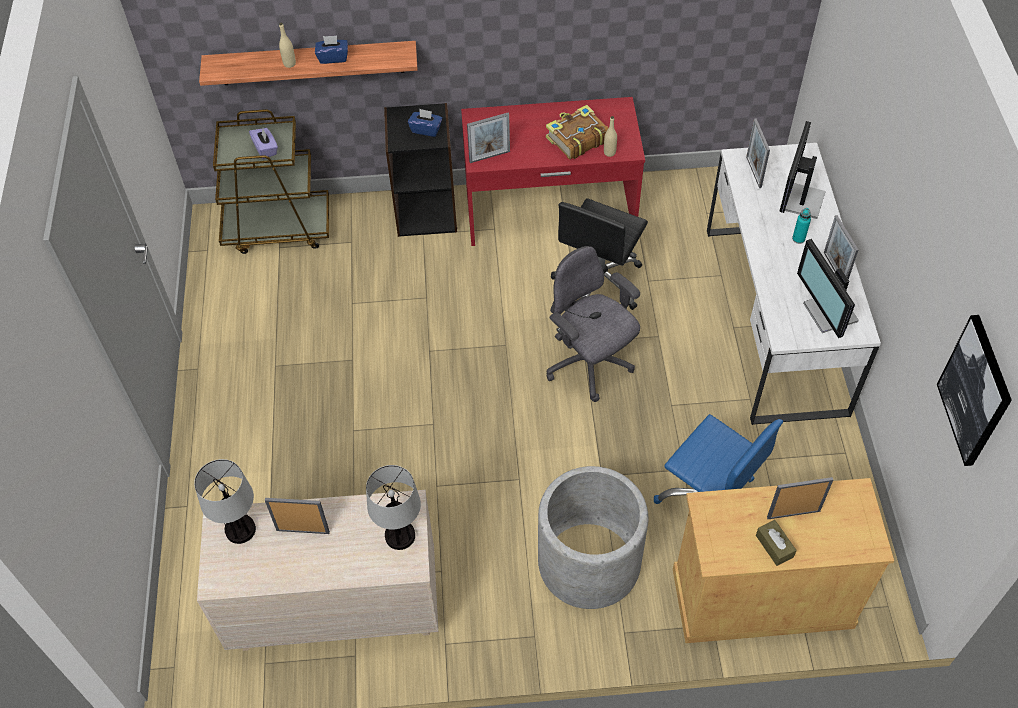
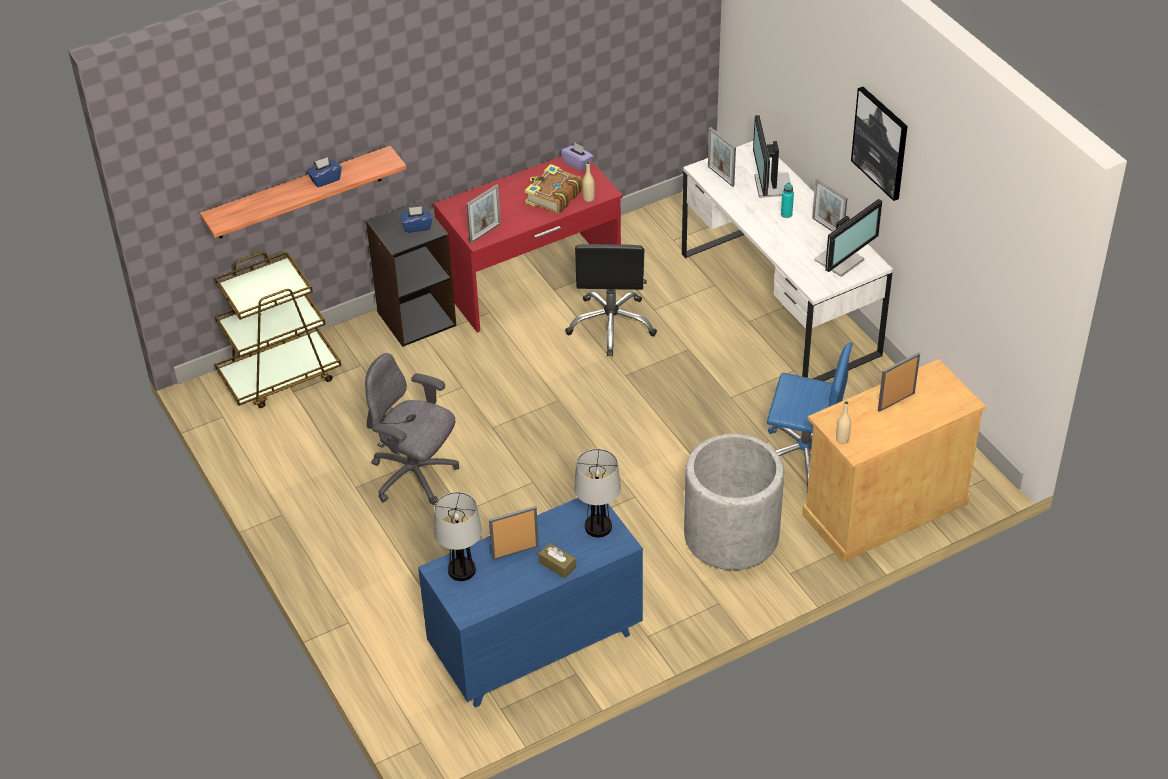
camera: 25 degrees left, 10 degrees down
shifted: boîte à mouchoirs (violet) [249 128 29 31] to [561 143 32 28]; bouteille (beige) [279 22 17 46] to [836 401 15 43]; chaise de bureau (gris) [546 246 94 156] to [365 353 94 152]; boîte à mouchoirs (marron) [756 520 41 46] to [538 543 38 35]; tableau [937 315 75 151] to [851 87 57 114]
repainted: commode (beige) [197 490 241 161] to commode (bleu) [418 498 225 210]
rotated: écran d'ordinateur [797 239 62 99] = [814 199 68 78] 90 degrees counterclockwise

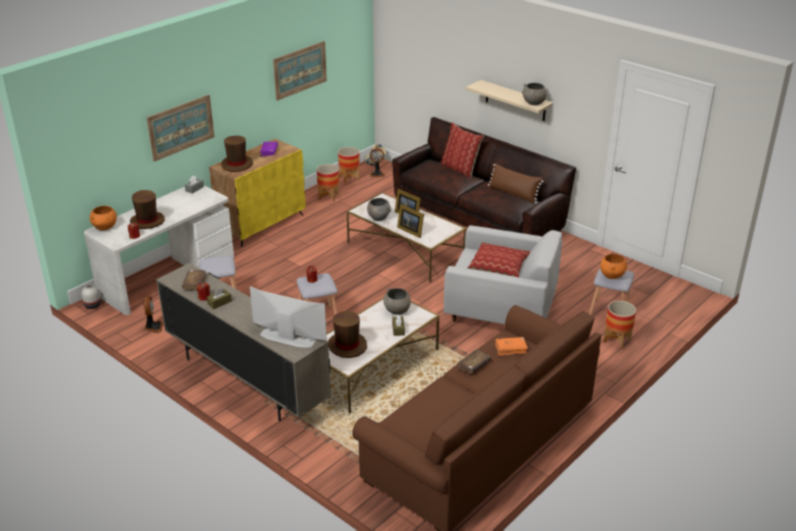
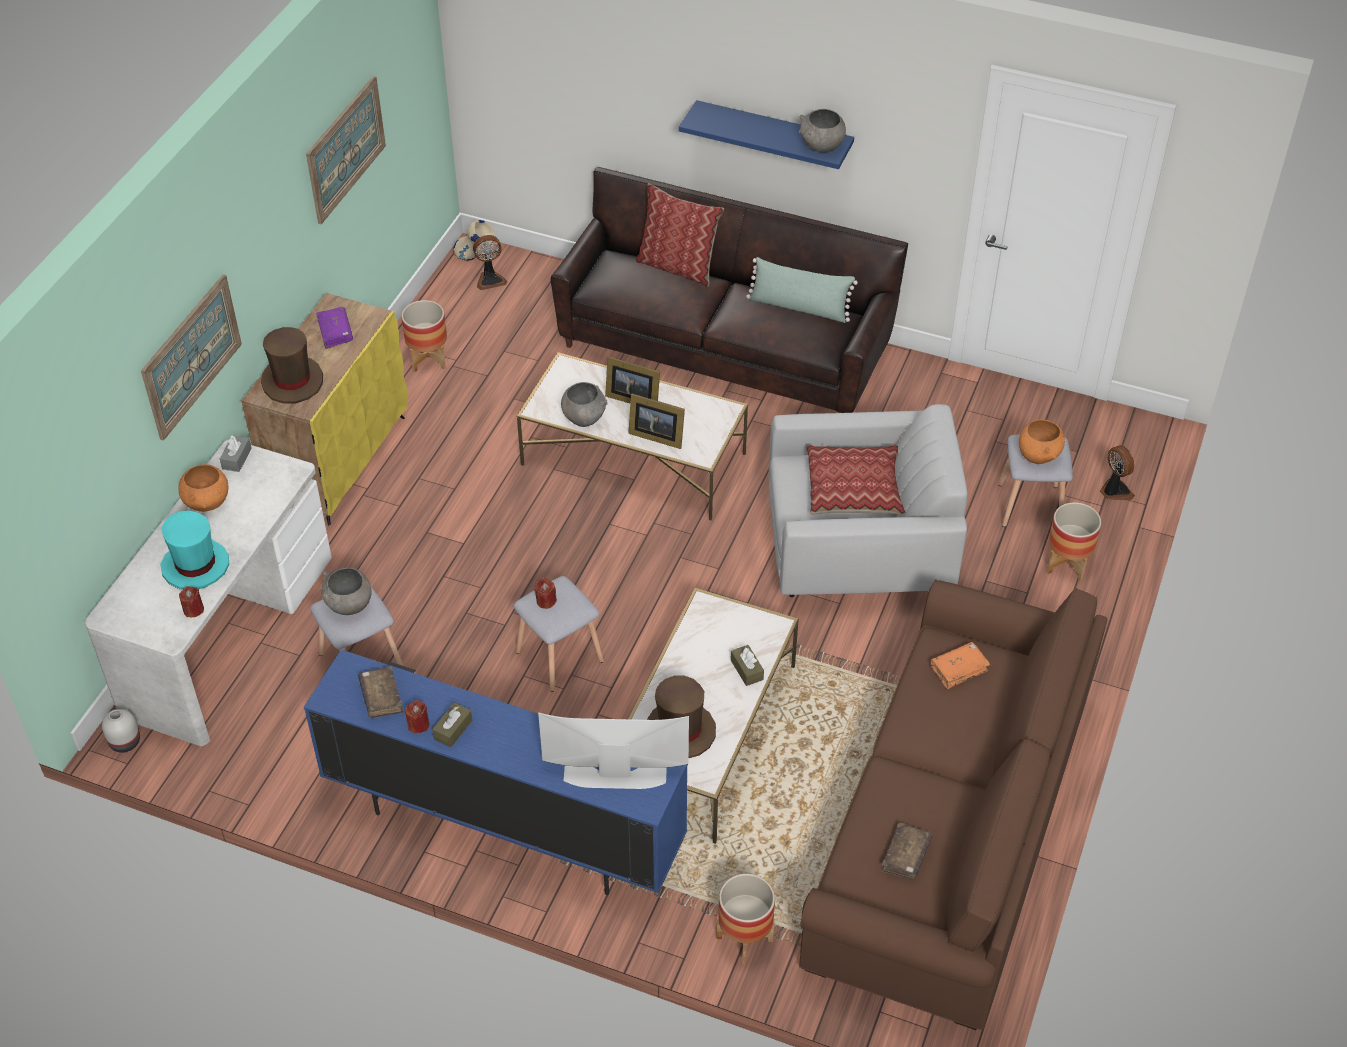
camera: 20 degrees left, 15 degrees up
shifted: bol (orange) [90 206 27 24] to [178 464 50 48]; ventilateur [144 297 19 36] to [1100 445 35 55]; cache-pot [338 147 22 36] to [717 874 58 90]; bol (gris) [383 288 28 27] to [321 567 51 48]; livre (marron) [457 349 34 25] to [882 822 51 58]
repainted: chapeau (marron) [130 190 35 39] to chapeau (turquoise) [160 510 69 80]; meuble télé (beige) [156 263 175 158] to meuble télé (bleu) [304 650 384 245]; étagère (beige) [466 80 87 41] to étagère (bleu) [679 100 175 69]; coussin (marron) [488 163 55 41] to coussin (vert) [746 257 112 66]

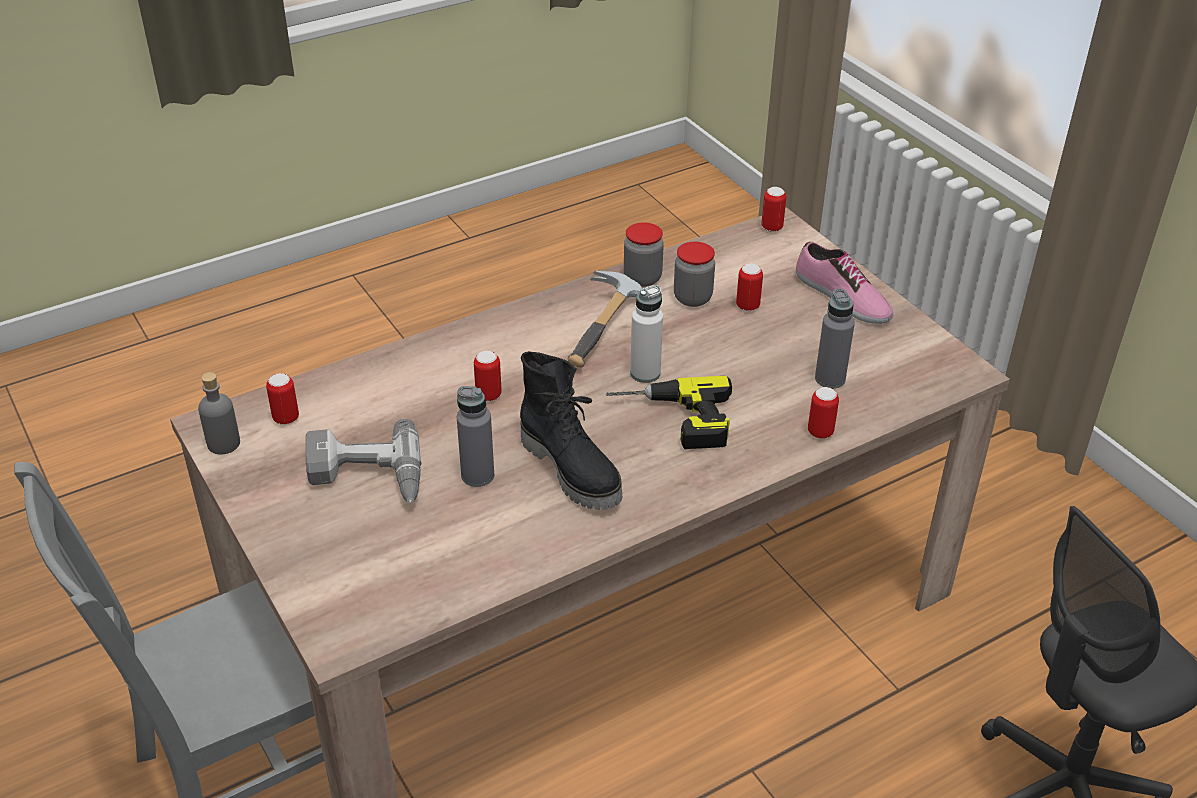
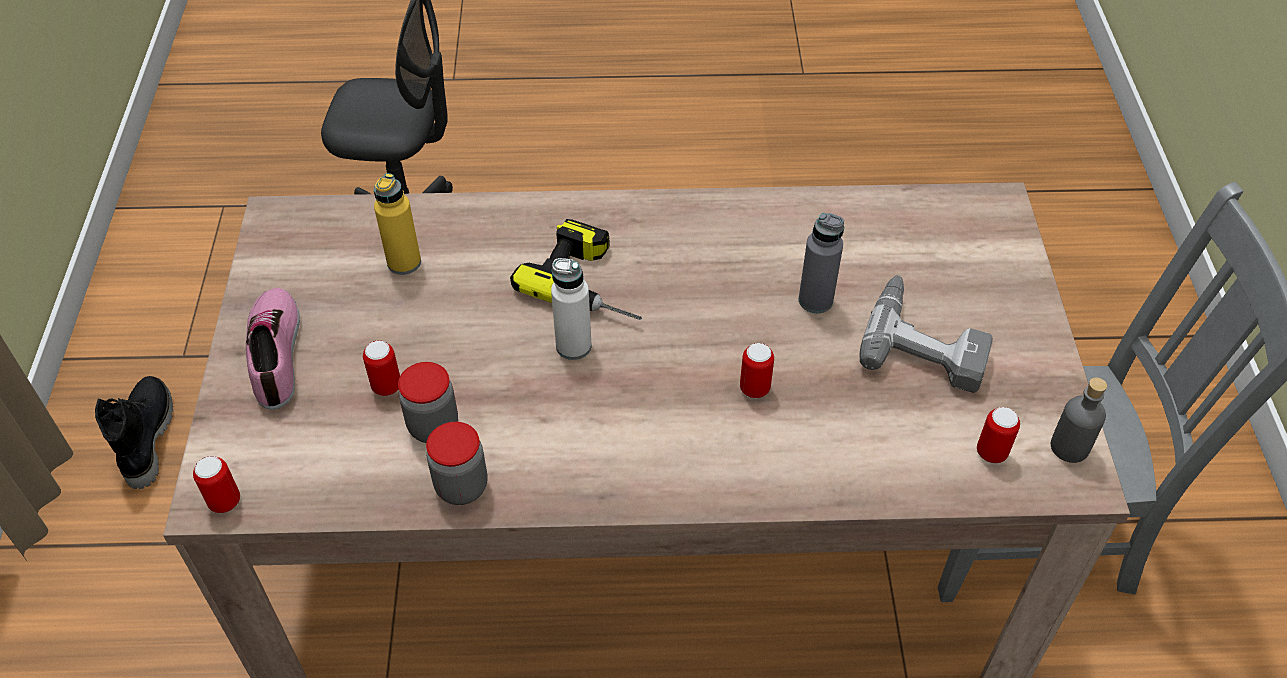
camera: 150 degrees left, 10 degrees up
gone: marteau [568 271 75 97]; boîte métallique [808 387 31 52]
shifted: botte (noir) [520 351 102 159] to [95 376 78 113]
repainted: bouteille (gris) [815 289 40 100] to bouteille (jaune) [374 173 47 102]

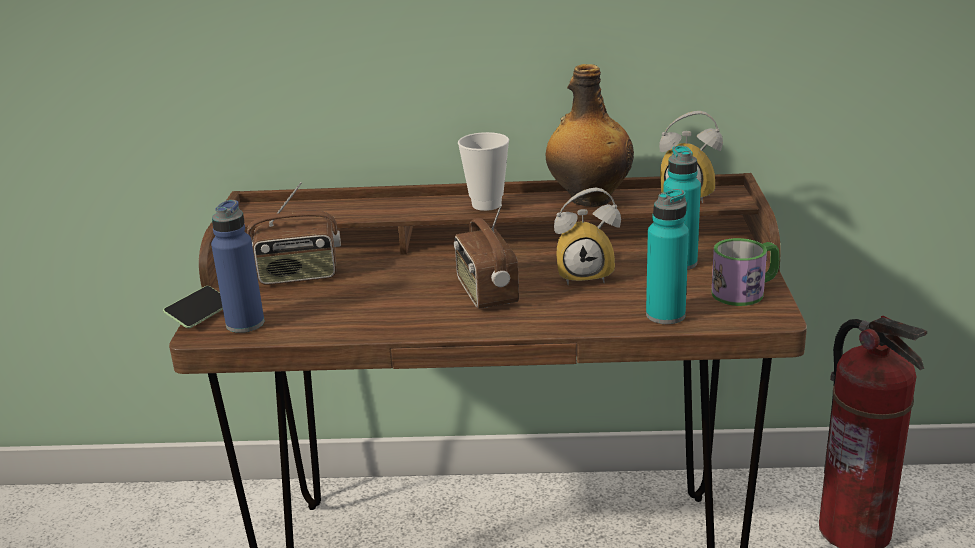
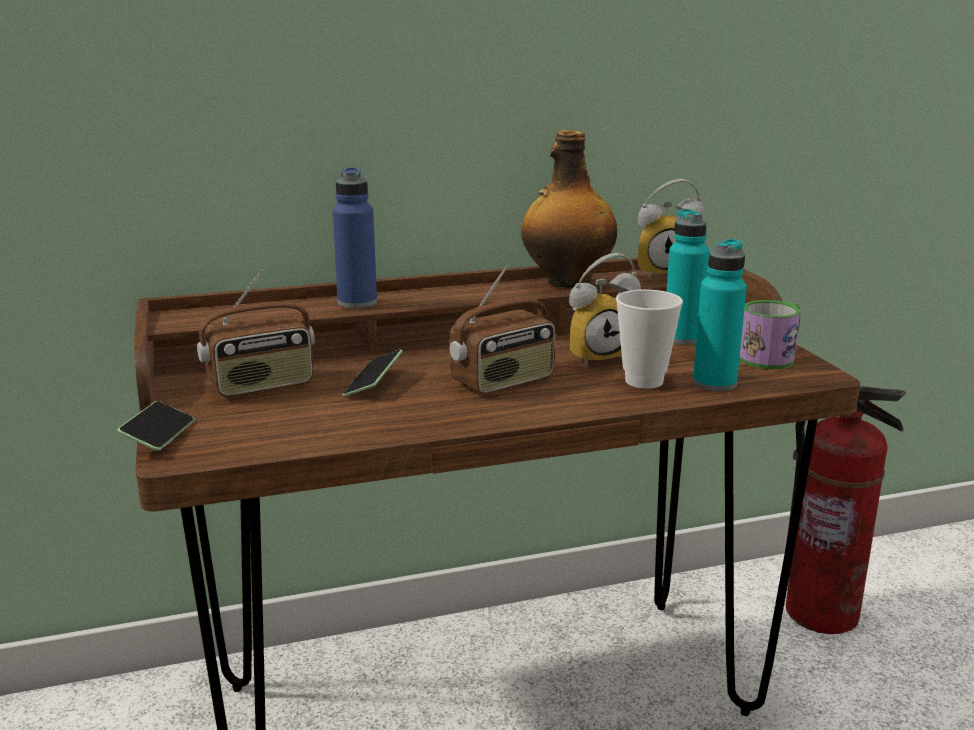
camera: 20 degrees left, 5 degrees down
new: téléphone [342 349 61 48]
shifted: bouteille (bleu) [211 200 54 133] to [332 167 45 141]; tasse [458 132 51 79] to [616 289 67 100]
rotated: radio [454 204 65 105] = [449 264 106 130] 90 degrees counterclockwise

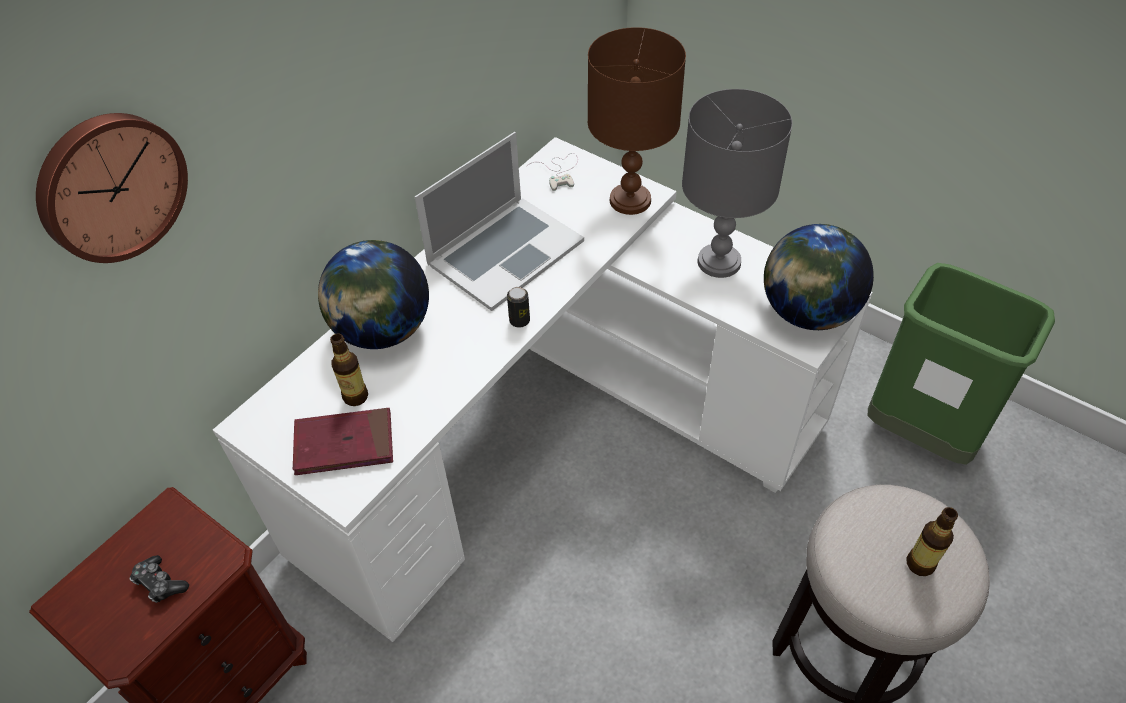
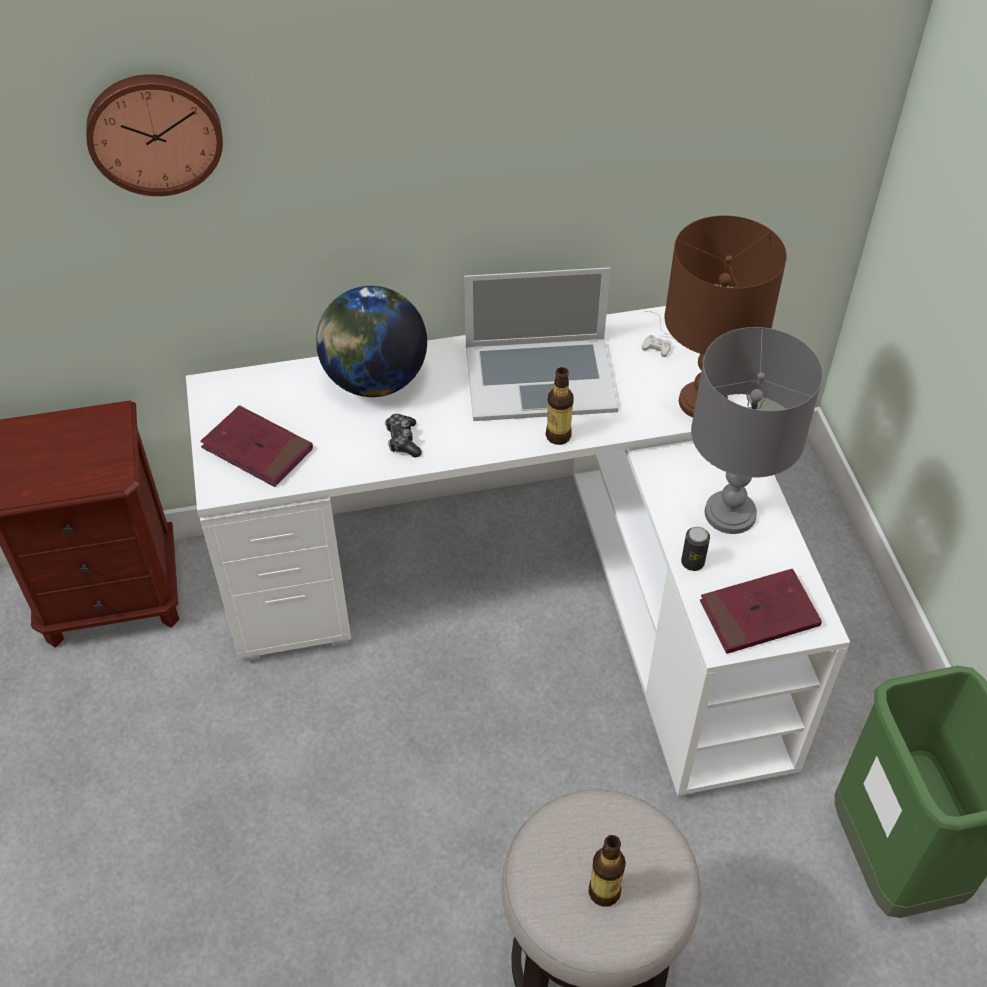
camera: 40 degrees right, 0 degrees up
shifted: manette [129 555 60 48] to [385 414 37 43]; bouteille [330 333 38 73] to [546 367 28 78]; boîte métallique [507 287 23 41] to [681 527 29 44]
swapped: globe [764 224 110 106] to livre (rouge) [700 569 122 85]

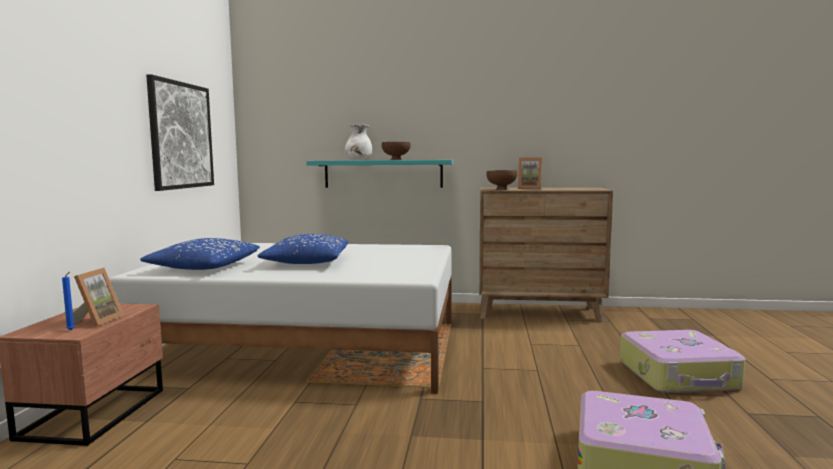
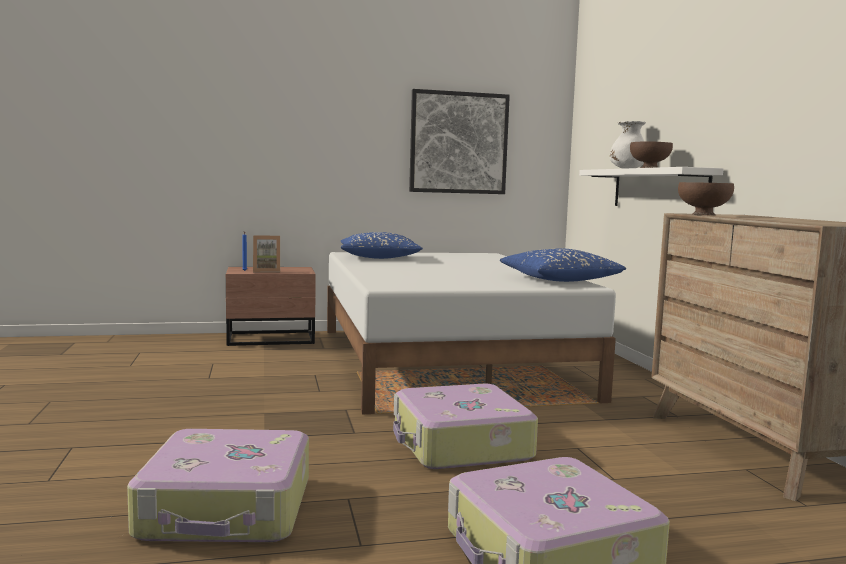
camera: 70 degrees right, 0 degrees up
gone: cadre photo [518 157 24 32]
new: valise [393 384 145 85]
shifted: coussin (bleu) [257 234 92 30] to [500 249 126 33]
repainted: étagère (turquoise) [307 160 146 28] to étagère (blanc) [579 167 144 39]

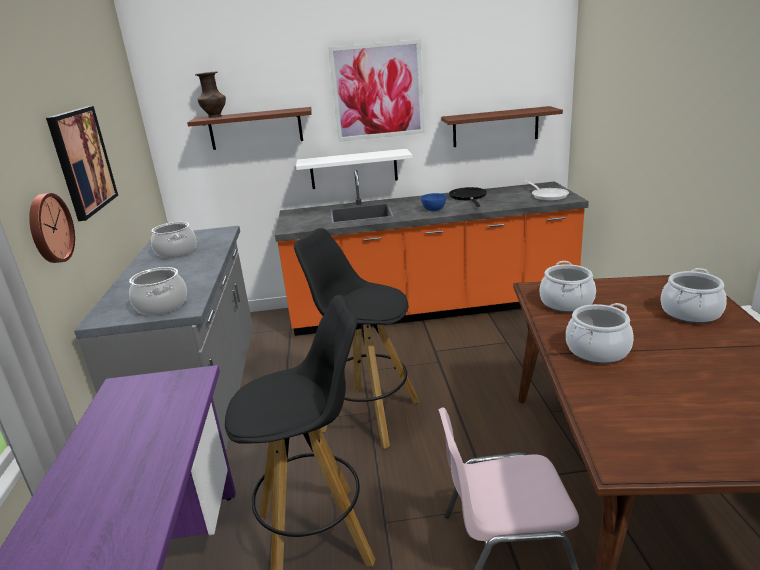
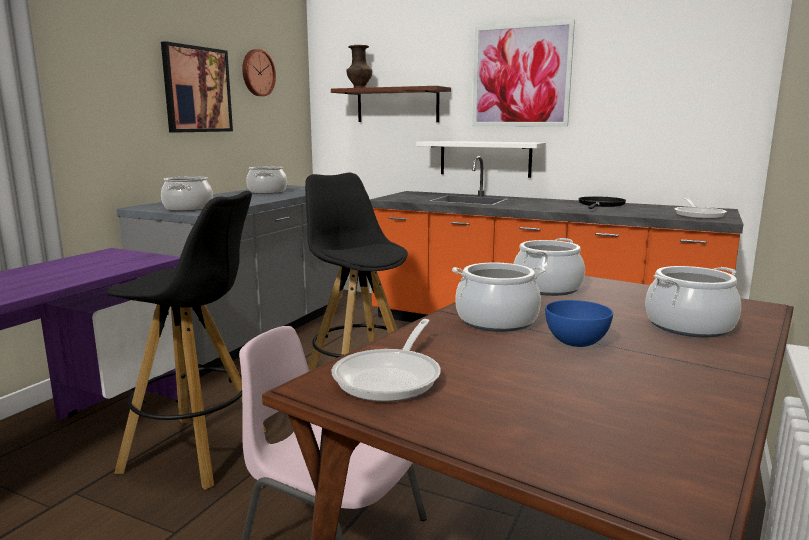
camera: 30 degrees right, 10 degrees down
gone: étagère (marron) [441 106 122 41]
new: poêle [332 319 109 83]
shifted: horloge murale [29 193 46 70] to [242 49 34 47]; bol (bleu) [421 193 25 18] to [545 300 68 47]

